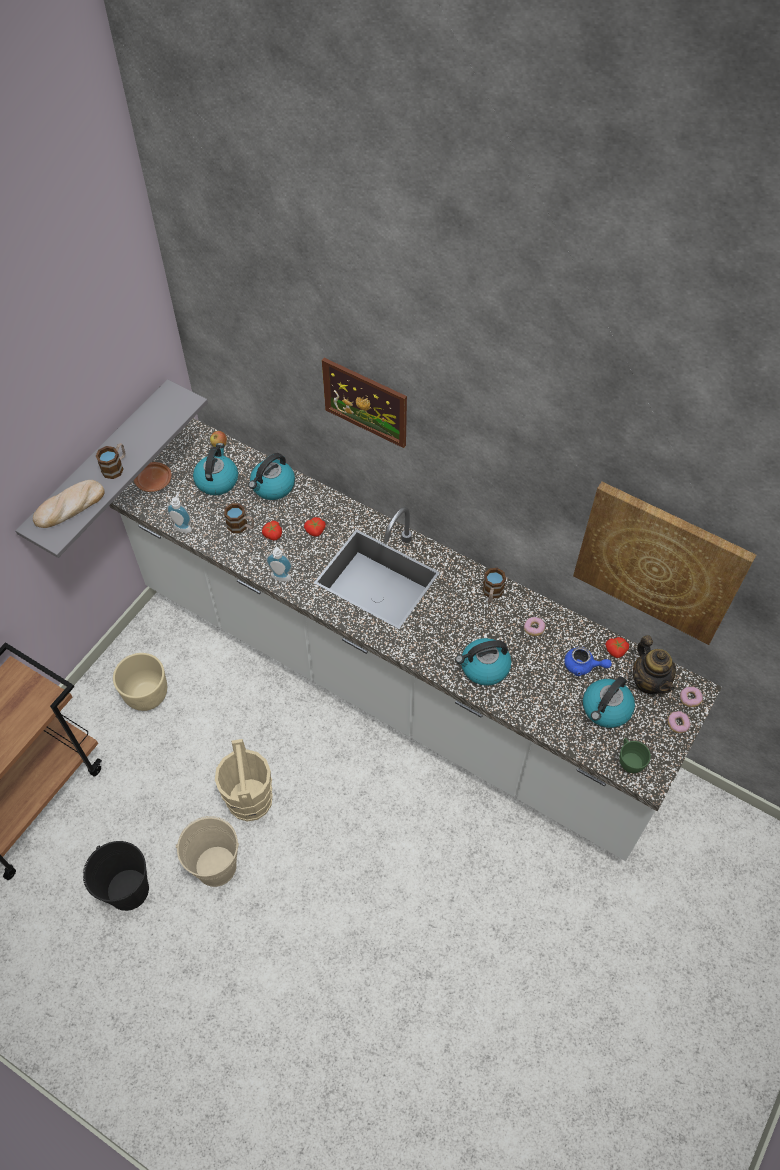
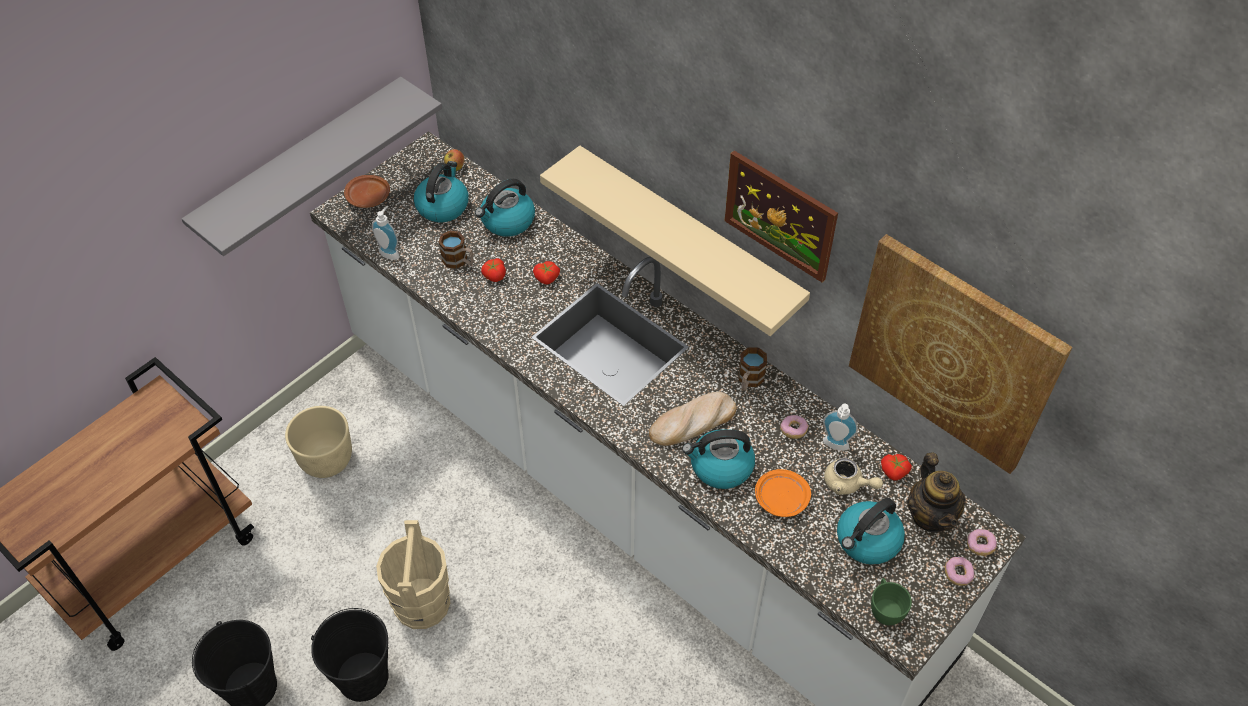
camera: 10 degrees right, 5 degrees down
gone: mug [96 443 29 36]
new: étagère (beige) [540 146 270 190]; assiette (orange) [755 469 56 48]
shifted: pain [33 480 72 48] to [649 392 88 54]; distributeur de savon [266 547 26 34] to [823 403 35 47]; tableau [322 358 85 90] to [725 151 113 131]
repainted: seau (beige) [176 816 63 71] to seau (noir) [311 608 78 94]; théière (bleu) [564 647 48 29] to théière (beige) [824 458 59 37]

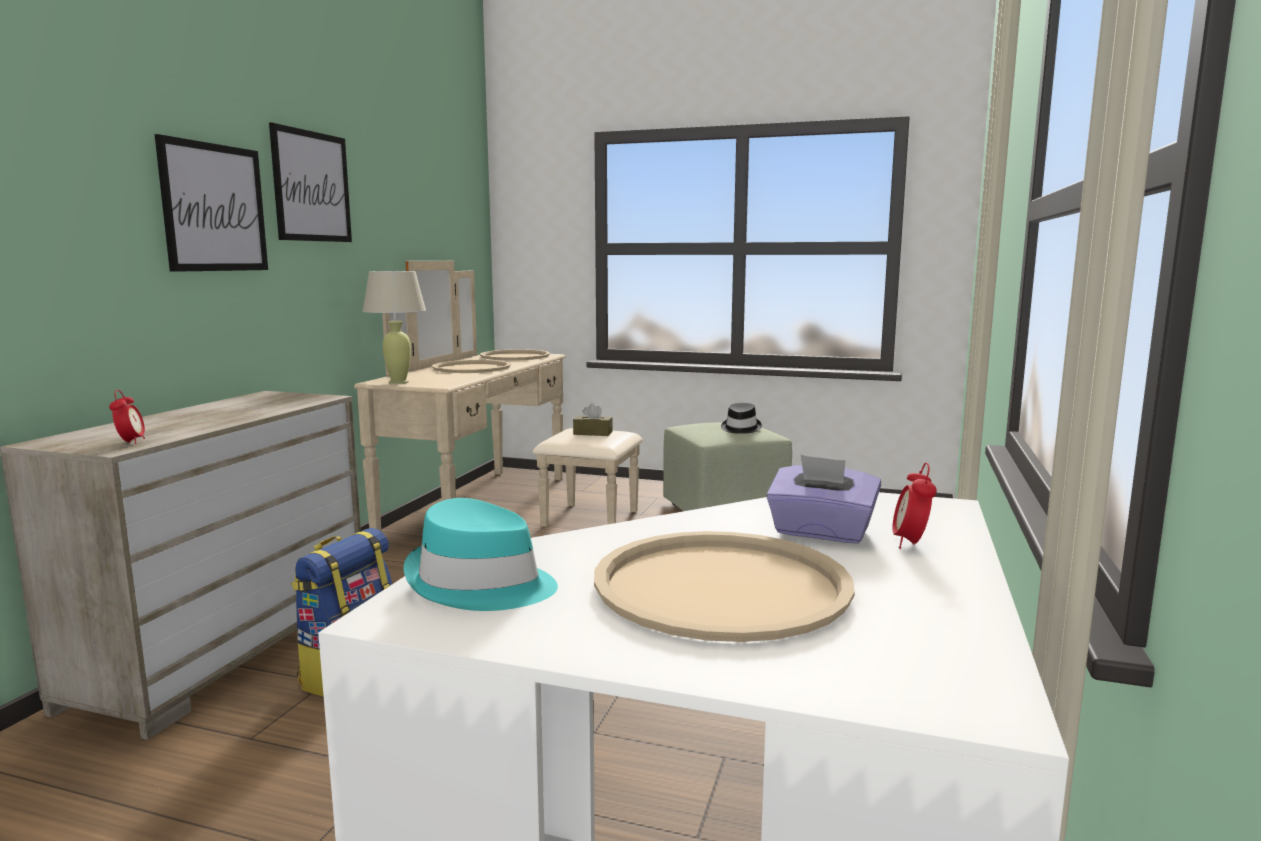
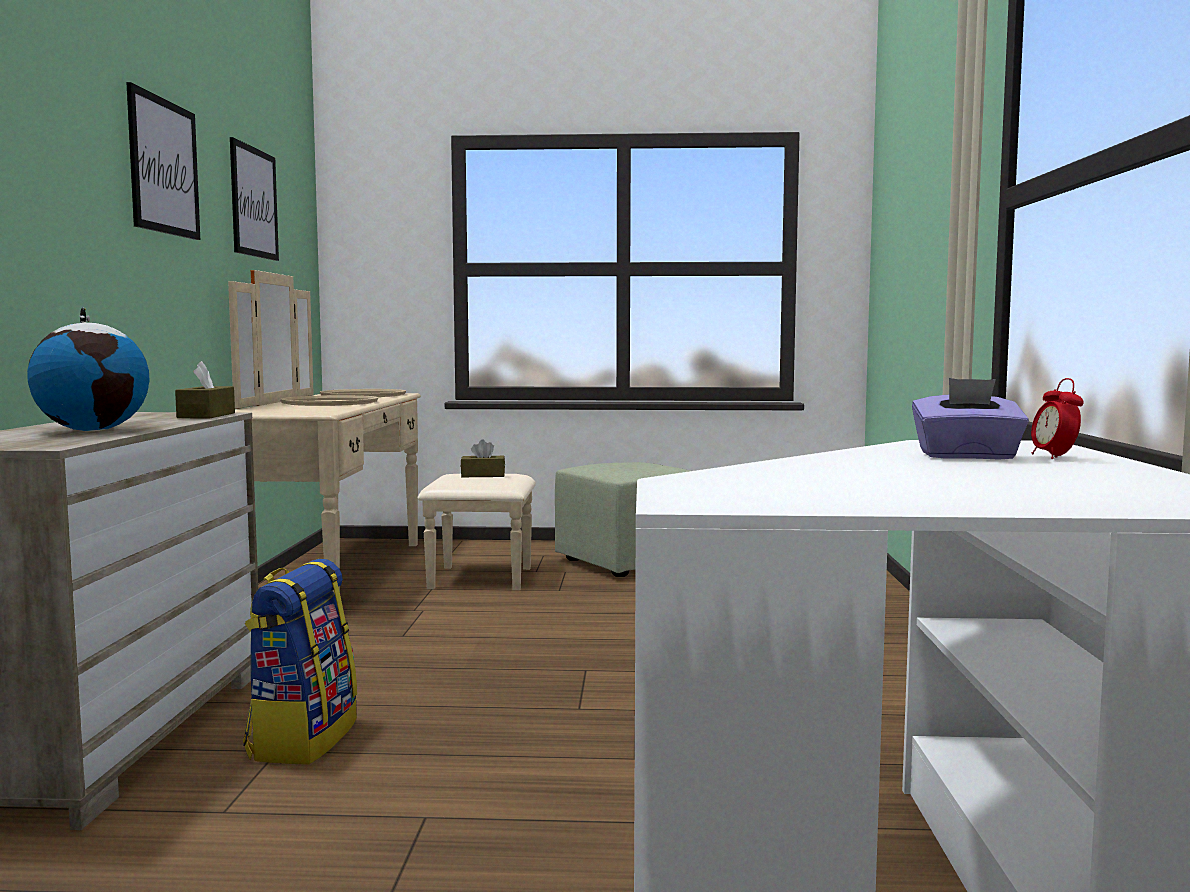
camera: 15 degrees left, 5 degrees down
gone: réveil [109 390 36 54]; lampe de table (beige) [363 271 63 113]; chapeau (turquoise) [404 498 154 113]; plateau (beige) [594 531 261 111]; chapeau (noir) [721 403 41 31]
new: globe [27 307 123 124]; boîte à mouchoirs (marron) [175 361 60 57]
shifted: tableau [155 134 113 138] to [230 137 49 124]

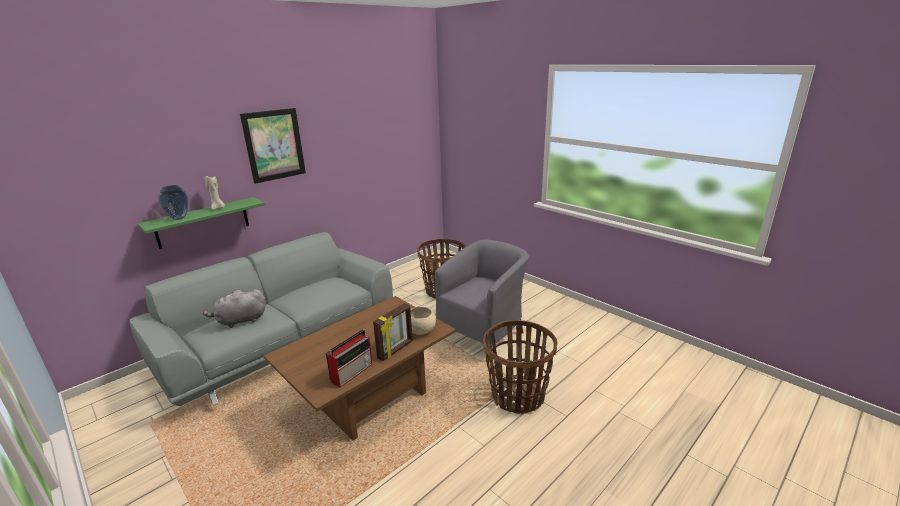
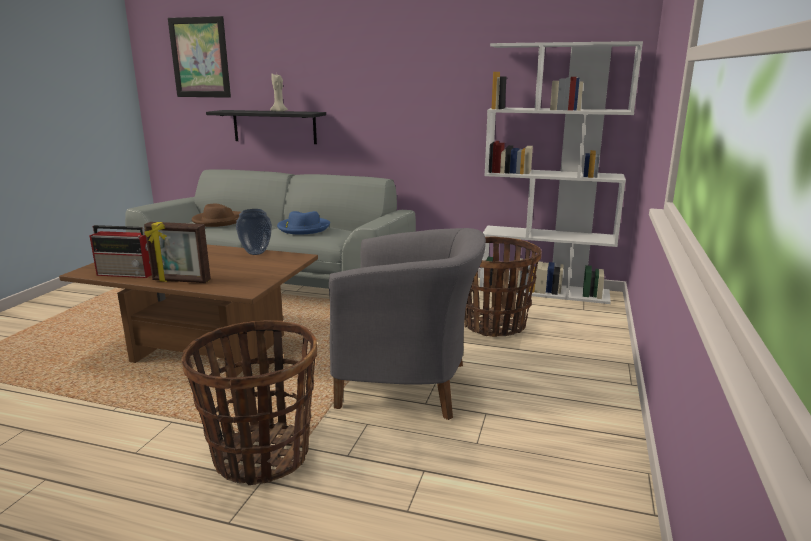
camera: 60 degrees right, 5 degrees down
gone: bol (beige) [411 307 25 28]
new: chapeau (bleu) [277 211 53 24]; bibliothèque (blanc) [479 41 164 263]
shifted: vase [158 185 30 35] to [236 209 36 46]; tableau [240 108 66 76] to [168 16 63 82]
swapped: peluche (gris) [203 289 63 39] to chapeau (marron) [192 204 49 23]
repainted: étagère (vert) [137 197 128 52] to étagère (noir) [206 110 120 34]

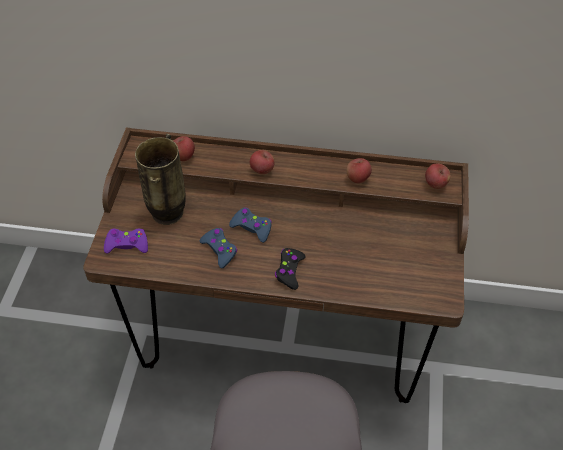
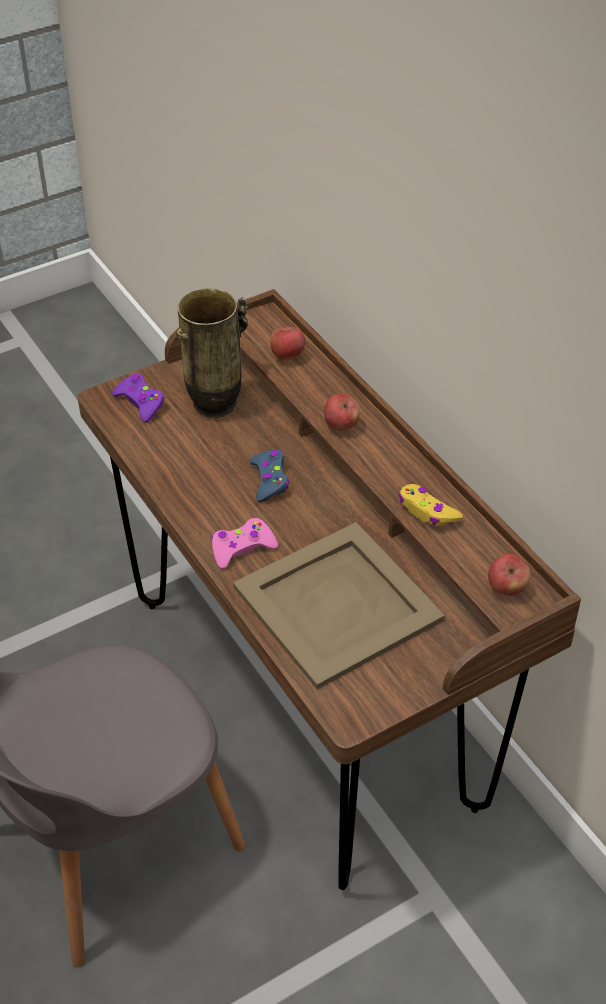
camera: 50 degrees right, 5 degrees down
gone: manette (bleu) [200 228 37 40]
new: plateau (beige) [233 522 212 167]
swapped: pomme [346 158 26 25] to manette (jaune) [398 484 65 42]
repainted: manette (noir) [275 248 31 42] to manette (rose) [212 518 66 51]

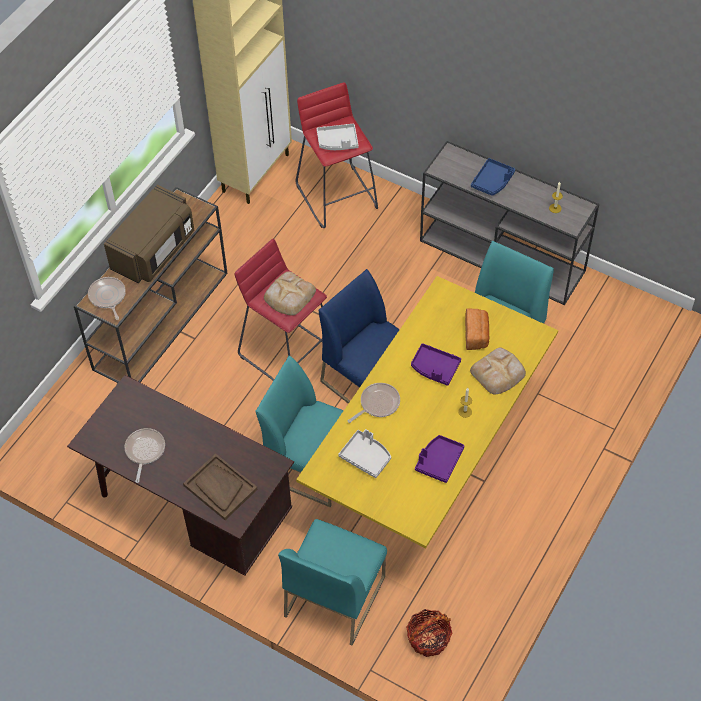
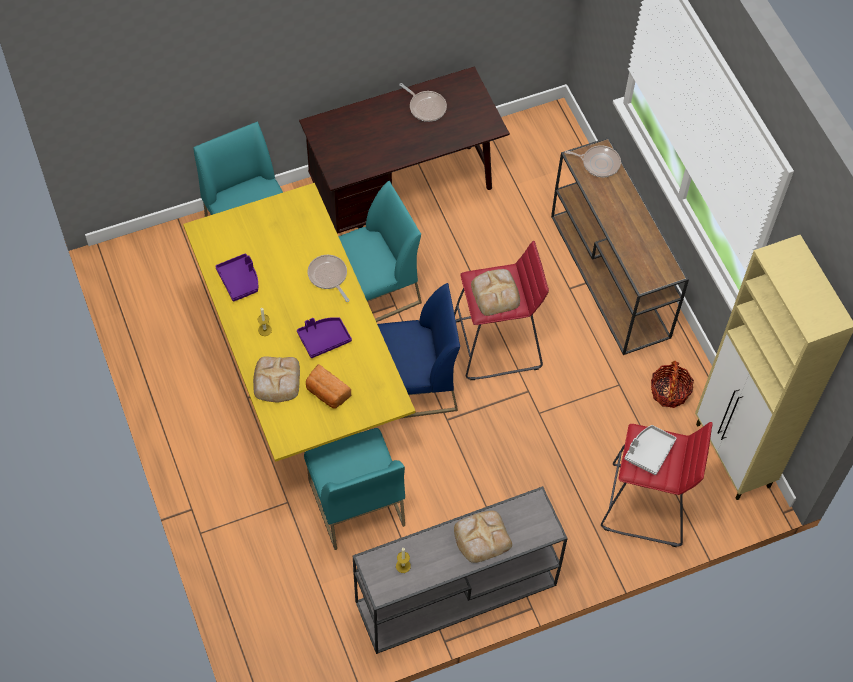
camera: 125 degrees right, 5 degrees up
gone: micro-ondes (marron) [104 185 90 98]; plateau (marron) [183 453 75 67]; plateau (gris) [338 429 53 49]
shifted: panier [406 609 47 48] to [651 361 43 47]
swapped: plateau (bleu) [471 158 44 38] to pain [454 511 58 52]
rotated: poêle [348 383 52 40] = [308 255 42 47] 150 degrees clockwise

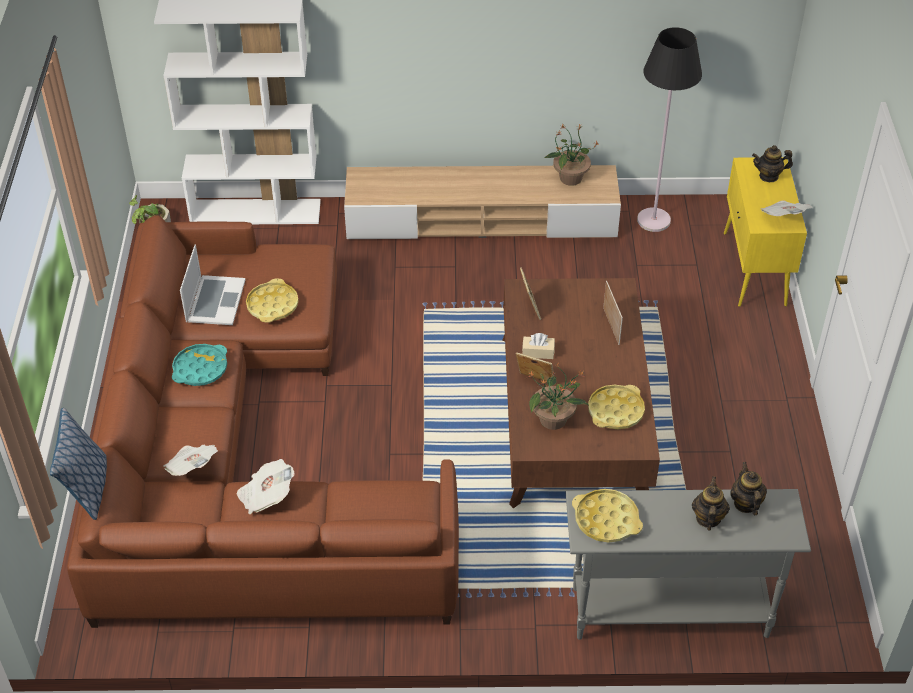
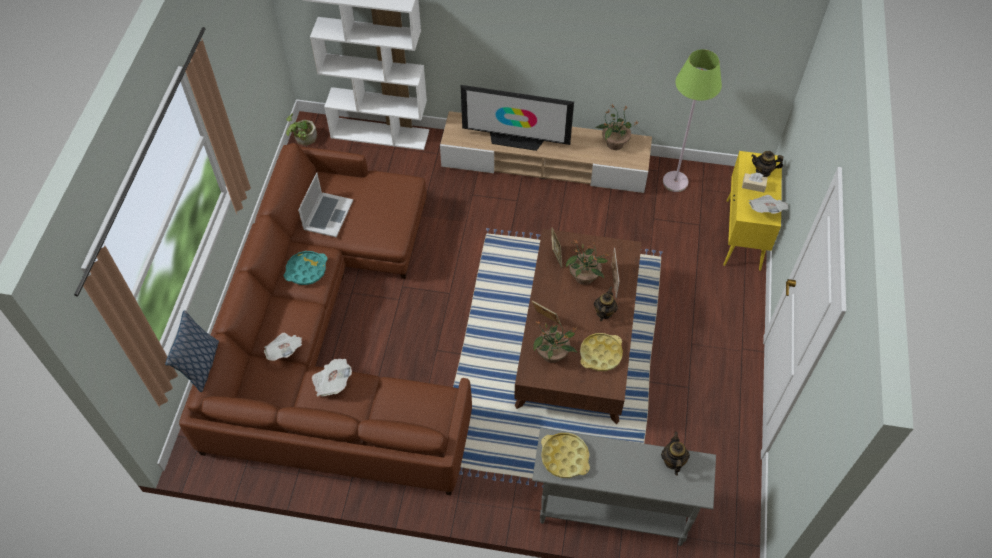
camera: 10 degrees right, 10 degrees up
gone: plateau (jaune) [246 278 53 45]
new: téléviseur [461 85 113 66]; plante en pot [566 240 43 45]
shifted: boîte à mouchoirs (beige) [522 333 33 26] to [742 173 26 19]; théière [692 476 38 54] to [594 287 24 34]
repainted: lampadaire (noir) [637 27 65 205] to lampadaire (vert) [663 49 59 143]

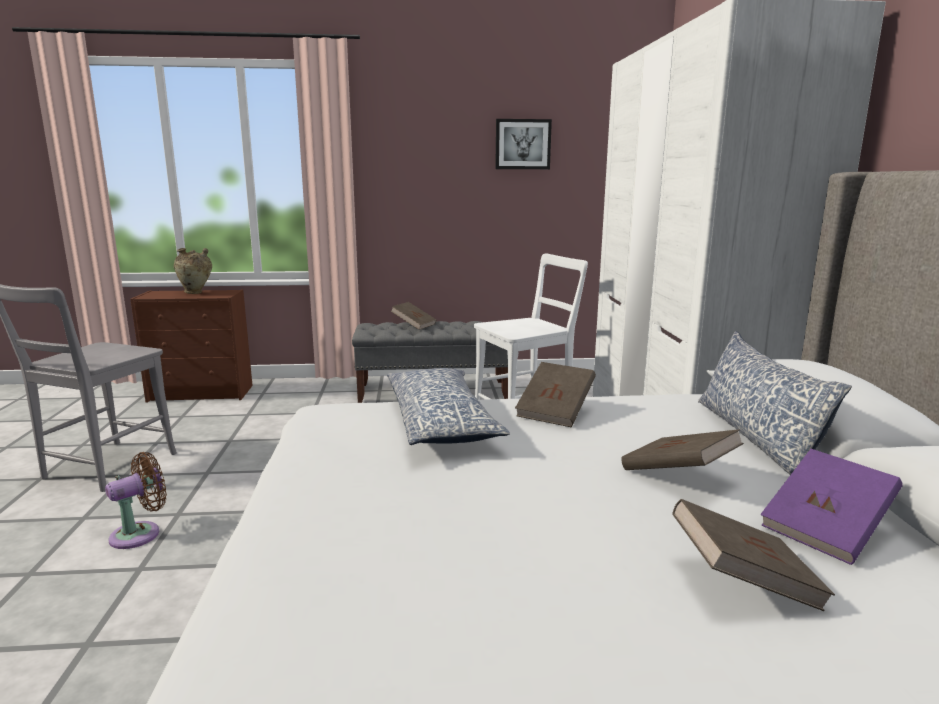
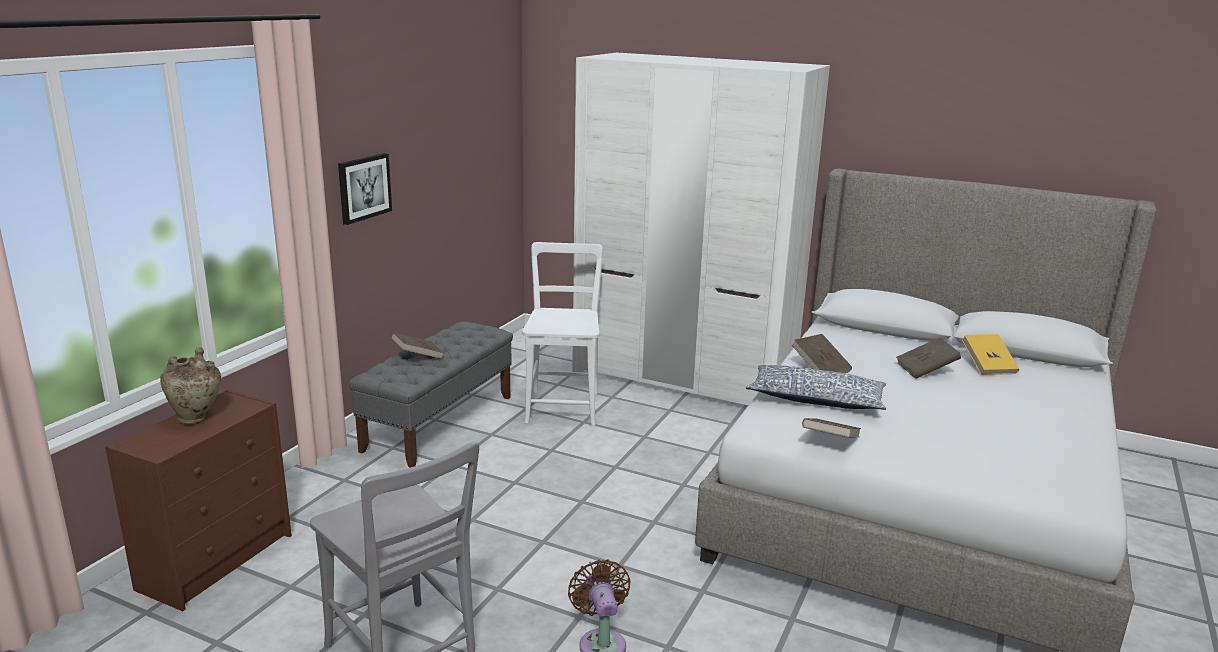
camera: 60 degrees left, 5 degrees up
gone: coussin [698 331 154 144]
shifted: tableau [495 119 57 50] to [338 153 54 72]; livre (marron) [672 499 163 112] to [802 418 59 20]
repainted: livre (violet) [761 449 142 116] to livre (jaune) [962 334 57 41]

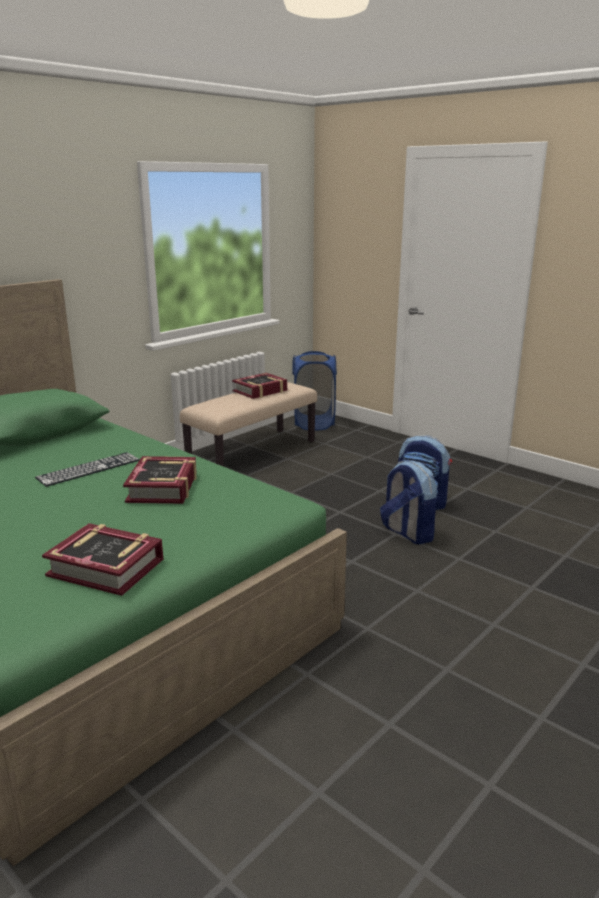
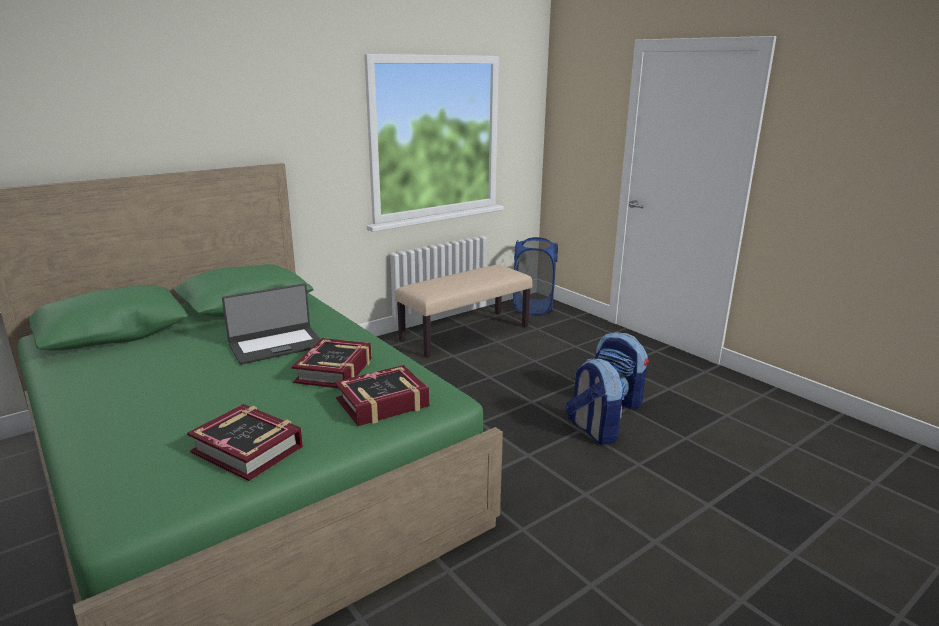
camera: 10 degrees right, 0 degrees up
shifted: livre [232 373 55 26] to [335 365 95 61]
swapped: clavier [35 452 105 35] to ordinateur portable [222 283 99 82]

